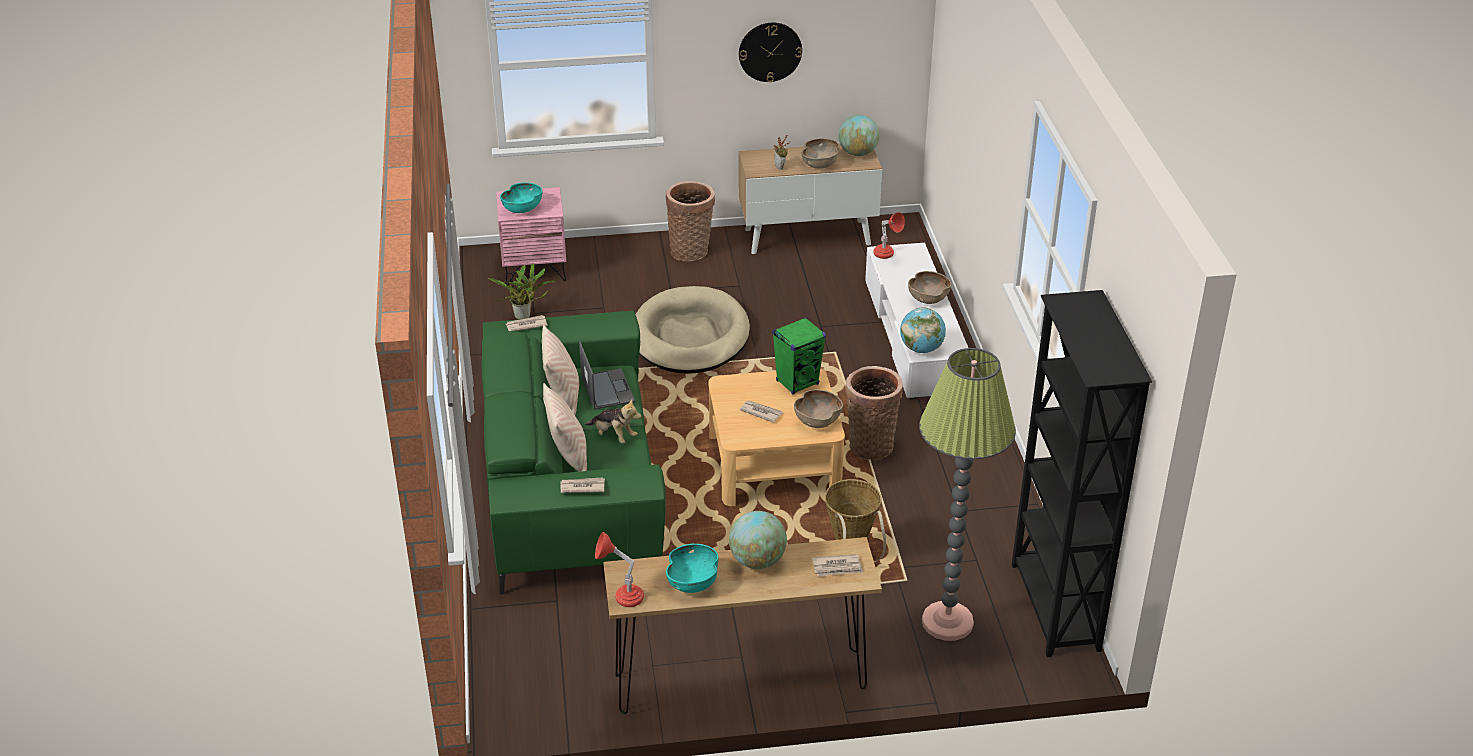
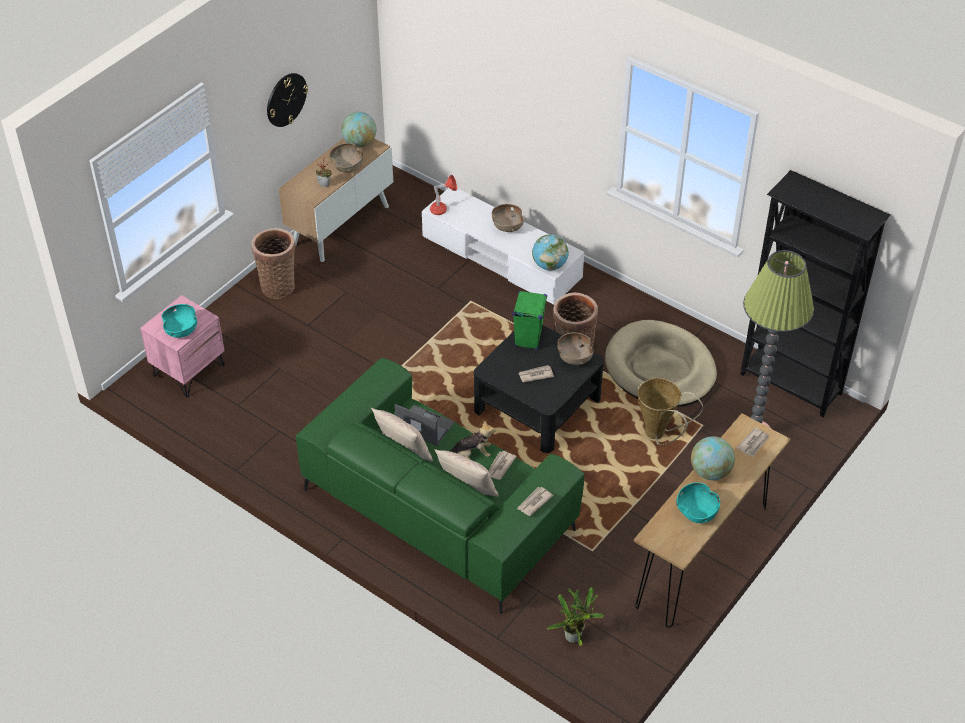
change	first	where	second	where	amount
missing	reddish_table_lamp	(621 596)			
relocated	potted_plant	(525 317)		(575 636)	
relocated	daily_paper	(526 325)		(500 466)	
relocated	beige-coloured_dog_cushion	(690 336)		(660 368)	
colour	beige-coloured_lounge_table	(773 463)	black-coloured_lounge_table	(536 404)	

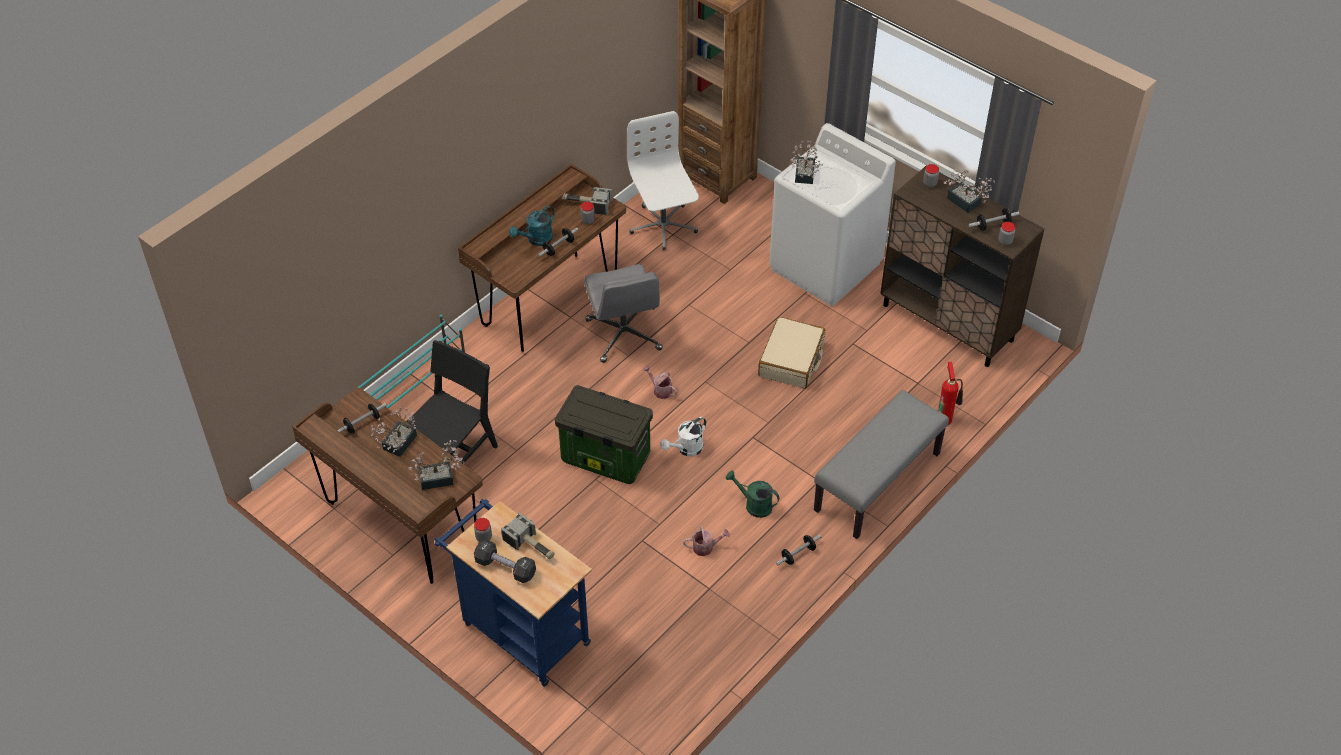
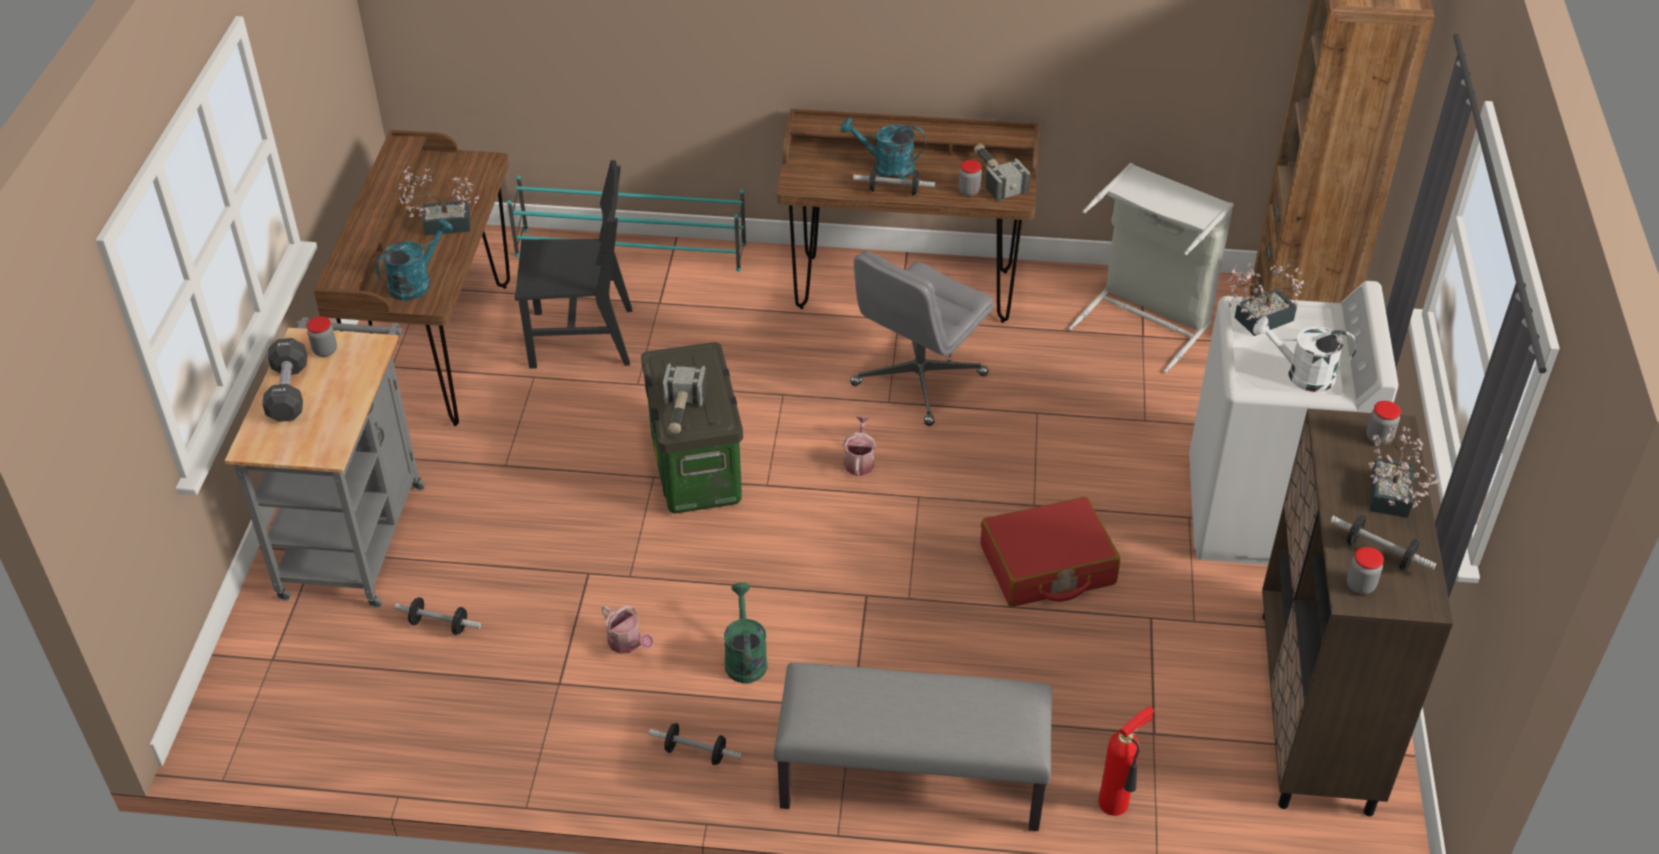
change	first	where	second	where	amount
relocated	hand_weight	(362 424)		(439 625)	
relocated	tool_hammer	(531 546)		(681 411)	
relocated	white_watering_can	(686 449)		(1301 375)	
exchanged	potted_plant	(441 479)	turquoise-coloured_watering_can	(416 282)	
exchanged	white_computer_chair	(663 226)	grey_hamper	(1146 320)	
colour	bluish_wheeled_cart	(520 630)	grey_wheeled_cart	(356 532)	
colour	beige-coloured_travel_case	(791 360)	reddish_travel_case	(1047 566)	

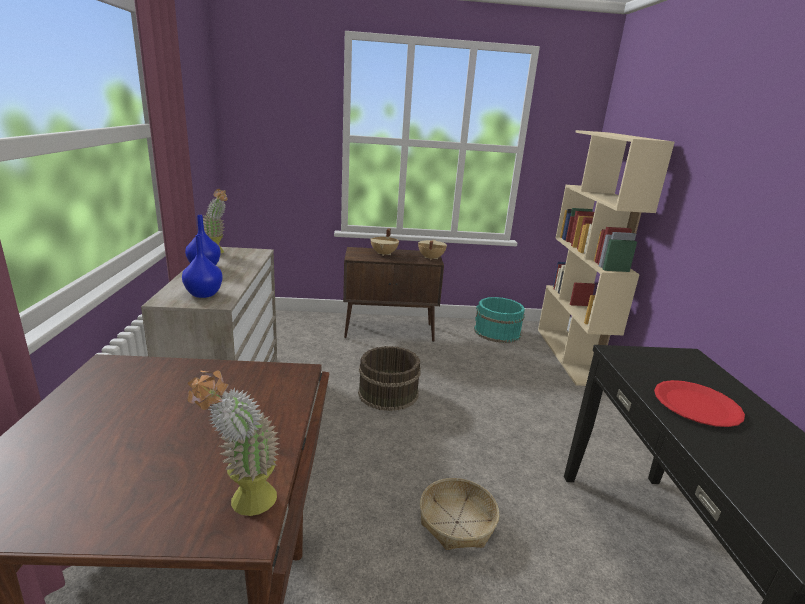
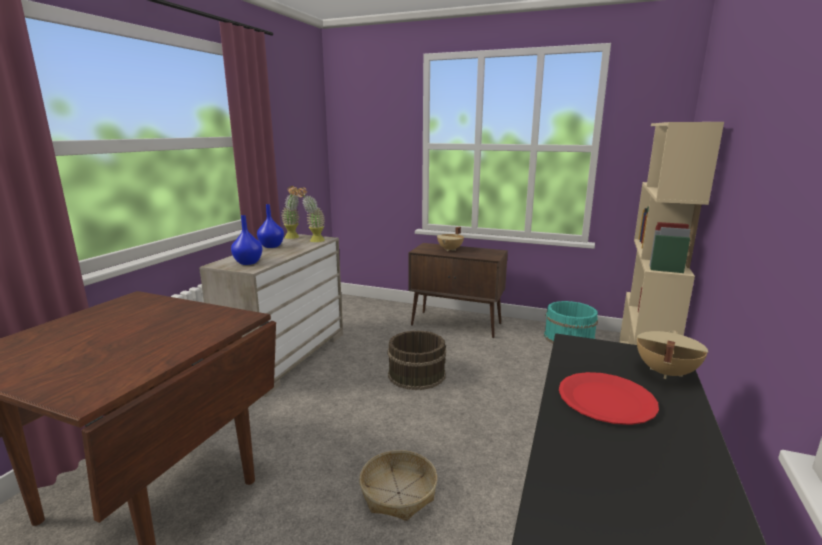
change	first	where	second	where	amount
relocated	potted_plant	(244 506)		(313 241)	
relocated	beige-coloured_stockpot	(430 258)		(664 372)	

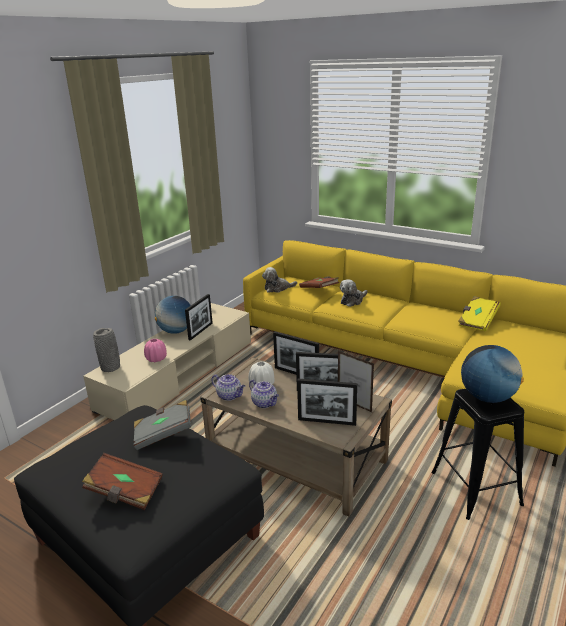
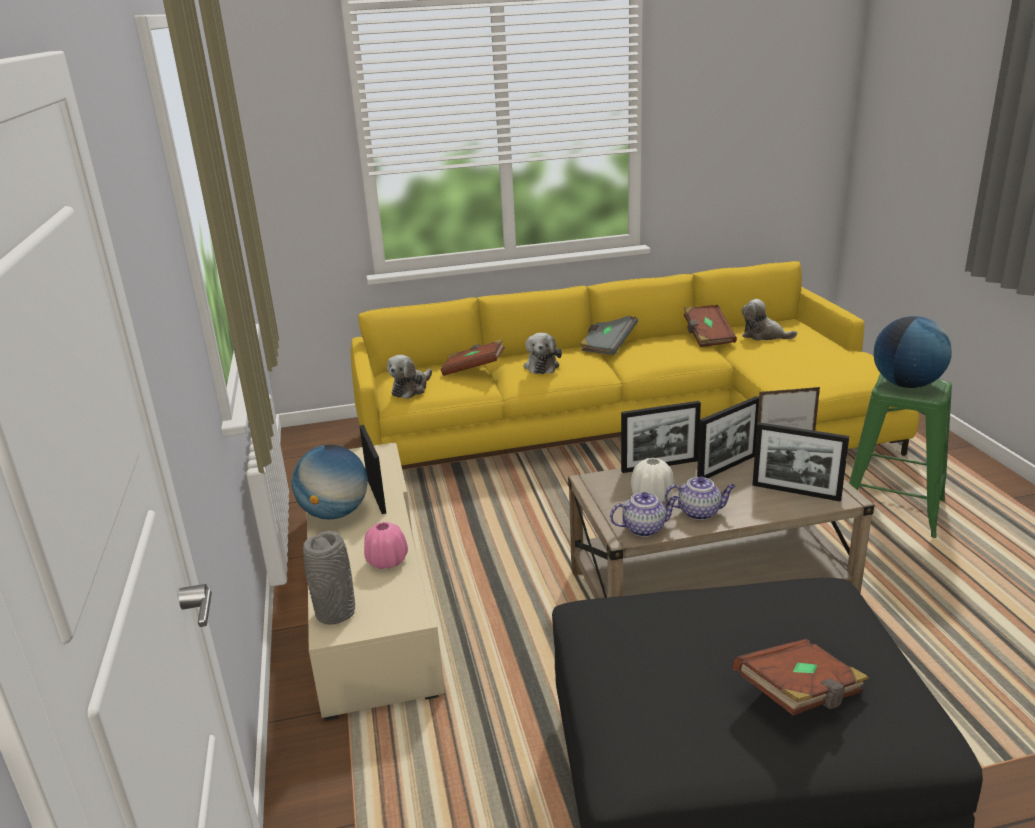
change	first	where	second	where	amount
appeared			soft_toy	(763 335)	
relocated	grey_volume	(163 434)		(608 345)	
colour	black-coloured_sitting_stool	(475 488)	greenish_sitting_stool	(893 509)	
colour	yellowish_volume	(477 321)	brown-coloured_volume	(707 337)	
spun	picture_frame	(327 421)		(796 492)	60 degrees clockwise

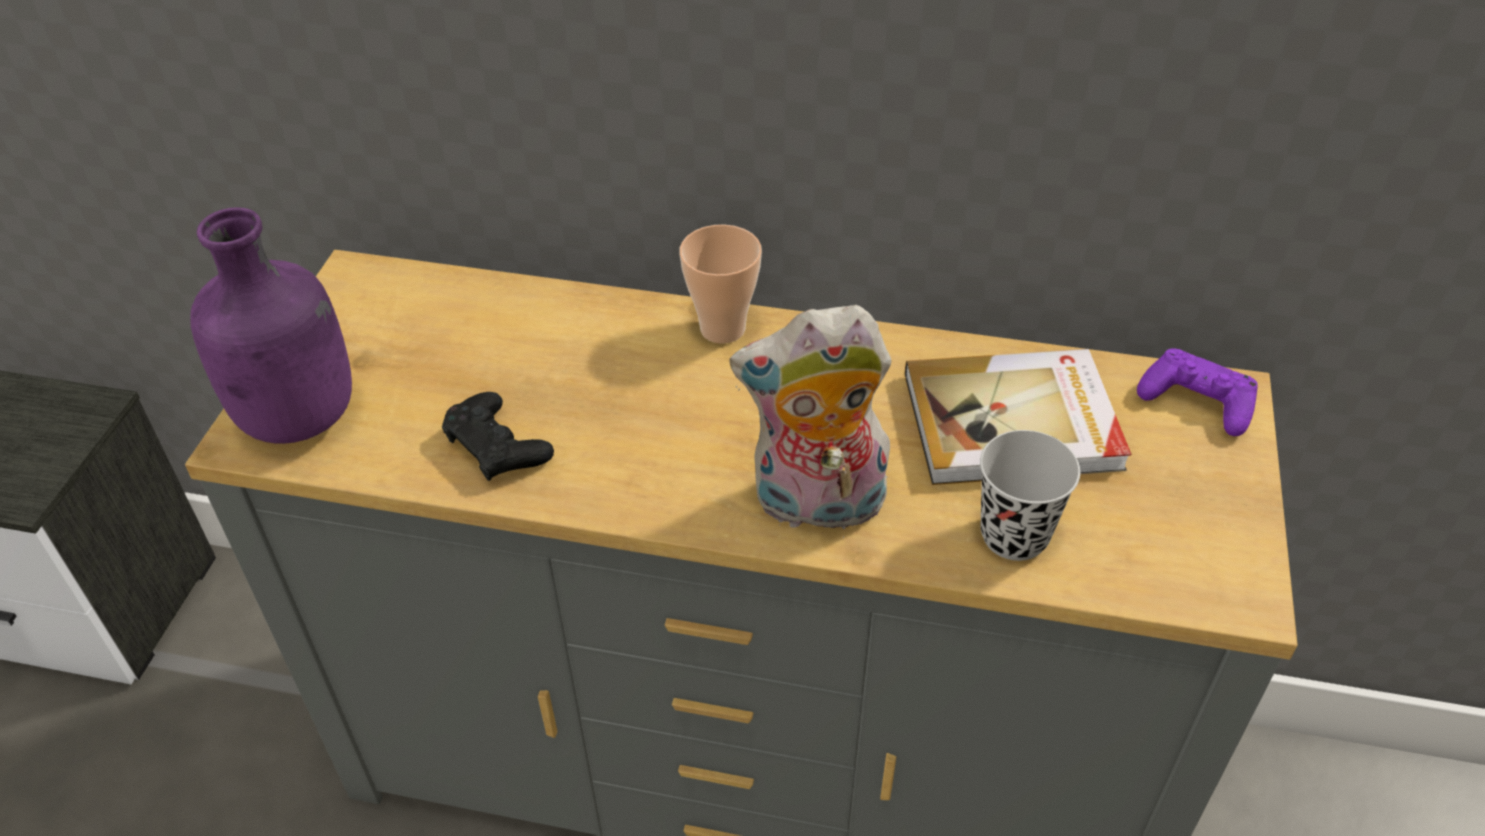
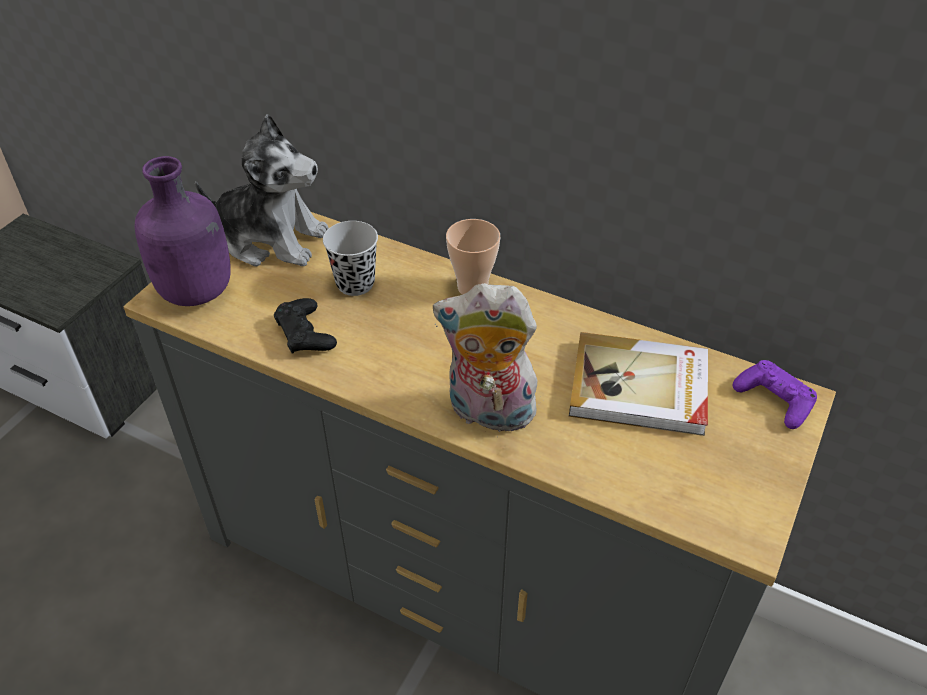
change	first	where	second	where	amount
appeared			soft_toy	(272 239)	
relocated	black-coloured_cup	(1014 535)		(355 283)	

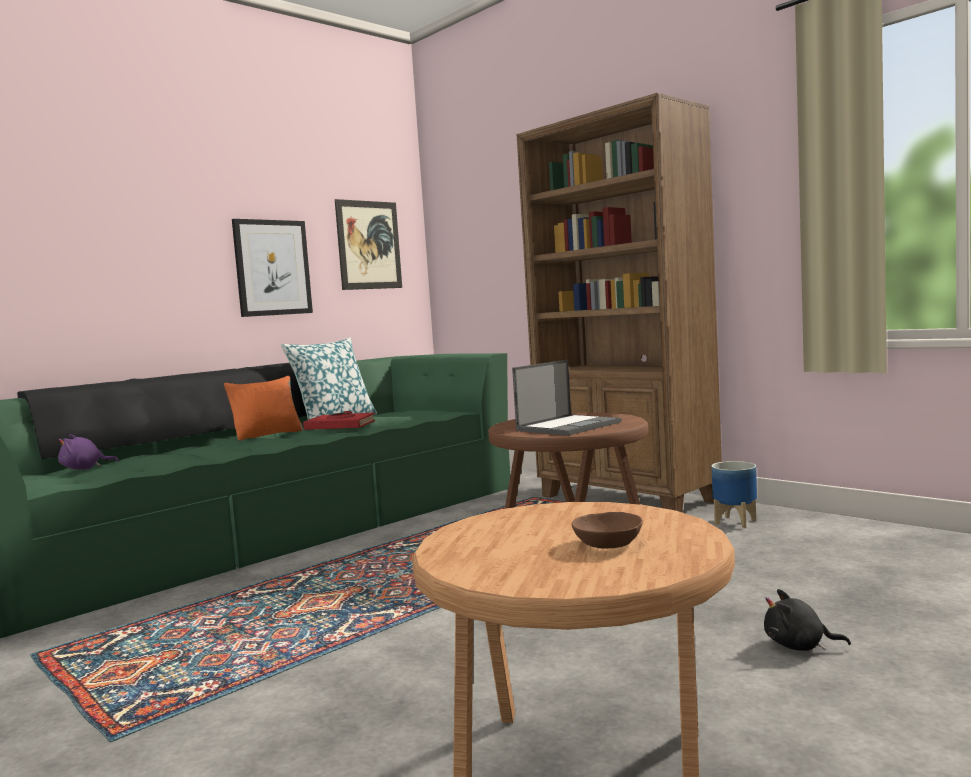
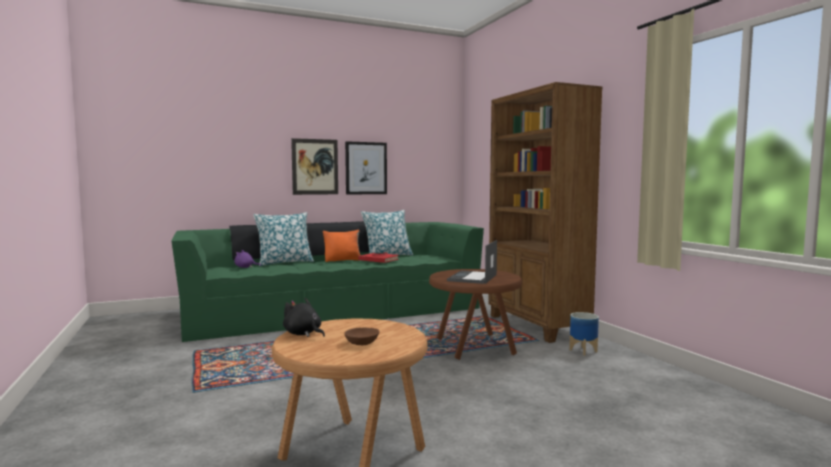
change	first	where	second	where	amount
appeared			cushion	(284 262)	
relocated	picture	(369 245)		(315 166)	
relocated	black-coloured_soft_toy	(799 646)		(303 334)	
spun	notebook_computer	(569 426)		(472 278)	135 degrees clockwise

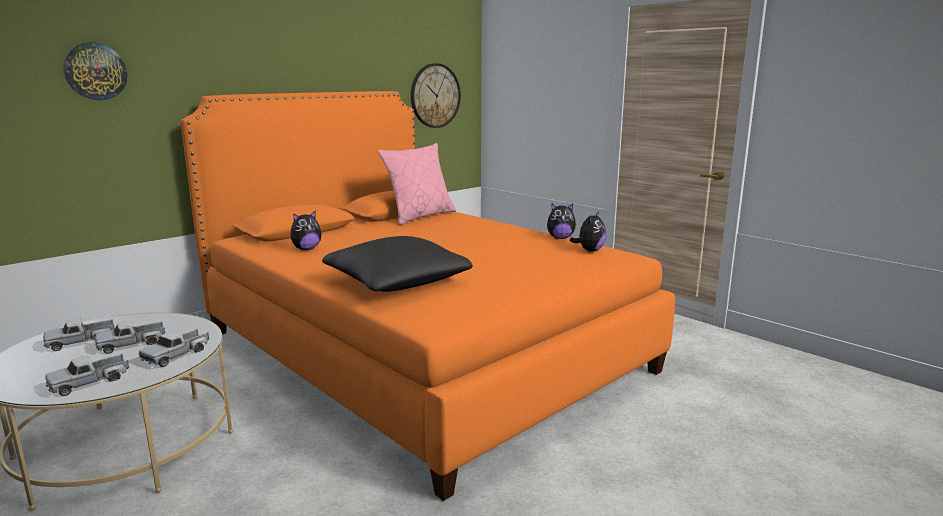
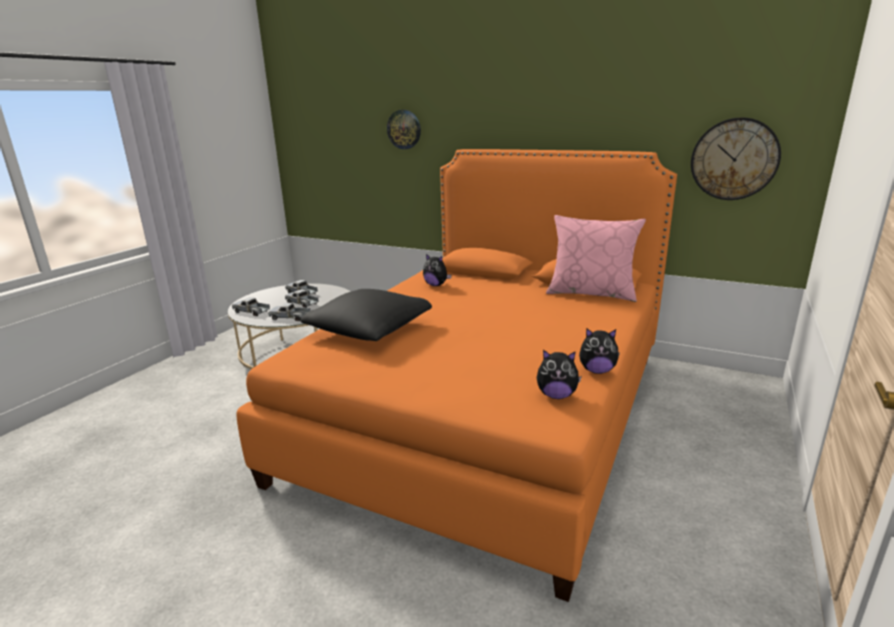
change	first	where	second	where	amount
spun	soft_toy	(560 238)		(597 371)	60 degrees counterclockwise

